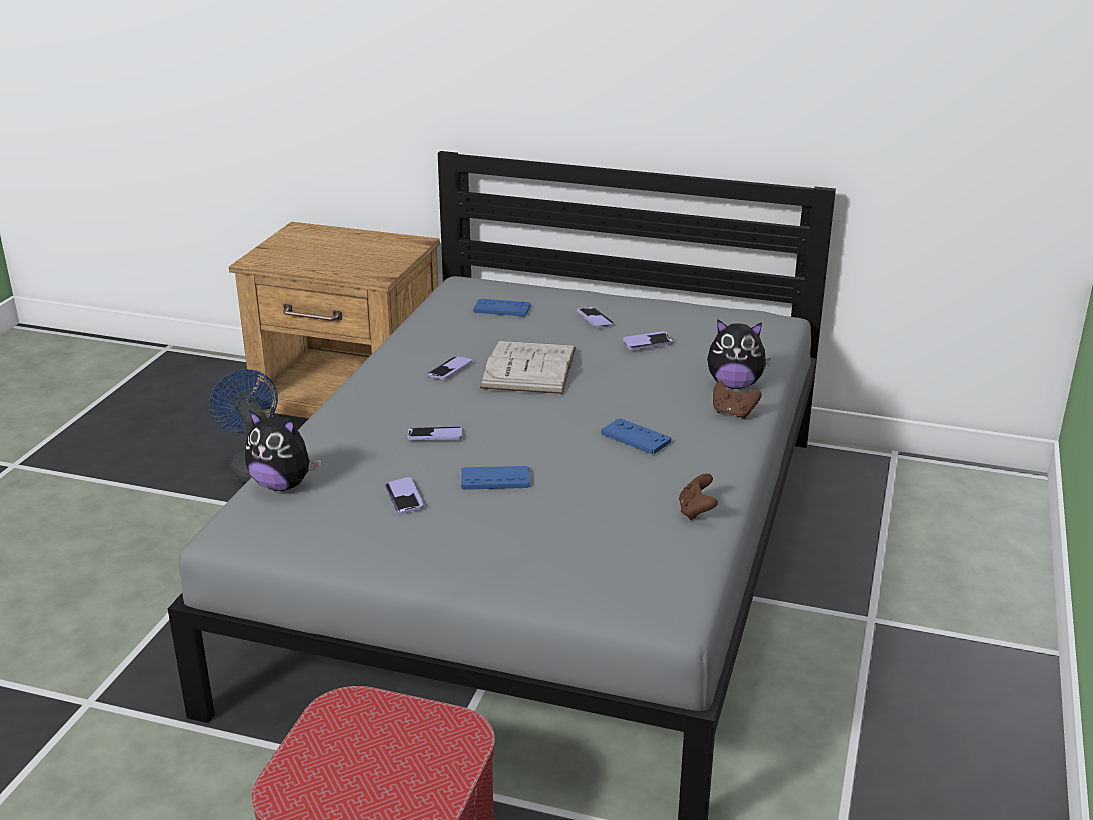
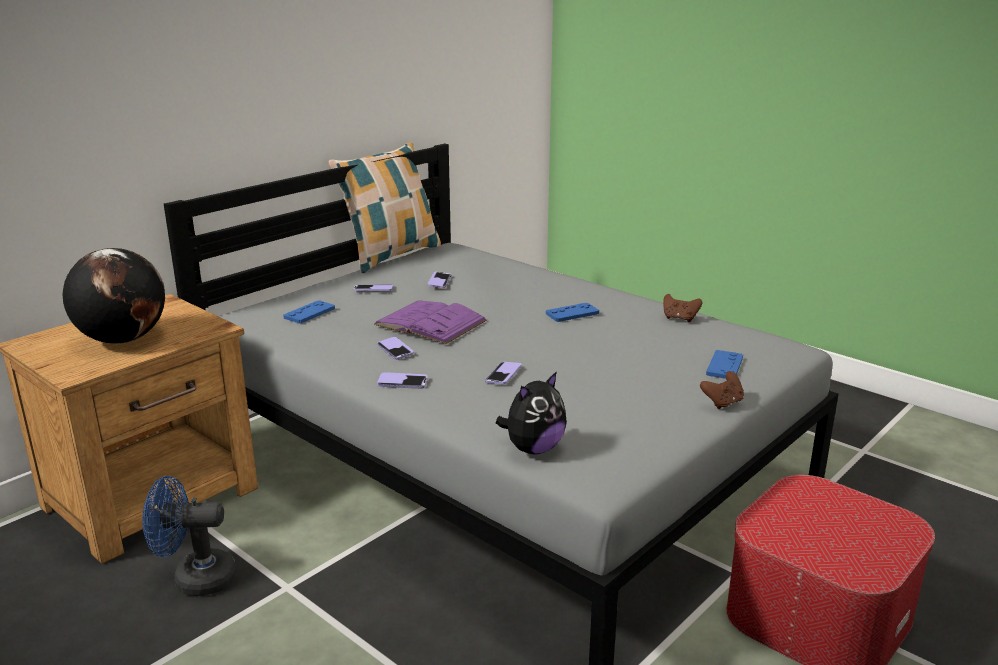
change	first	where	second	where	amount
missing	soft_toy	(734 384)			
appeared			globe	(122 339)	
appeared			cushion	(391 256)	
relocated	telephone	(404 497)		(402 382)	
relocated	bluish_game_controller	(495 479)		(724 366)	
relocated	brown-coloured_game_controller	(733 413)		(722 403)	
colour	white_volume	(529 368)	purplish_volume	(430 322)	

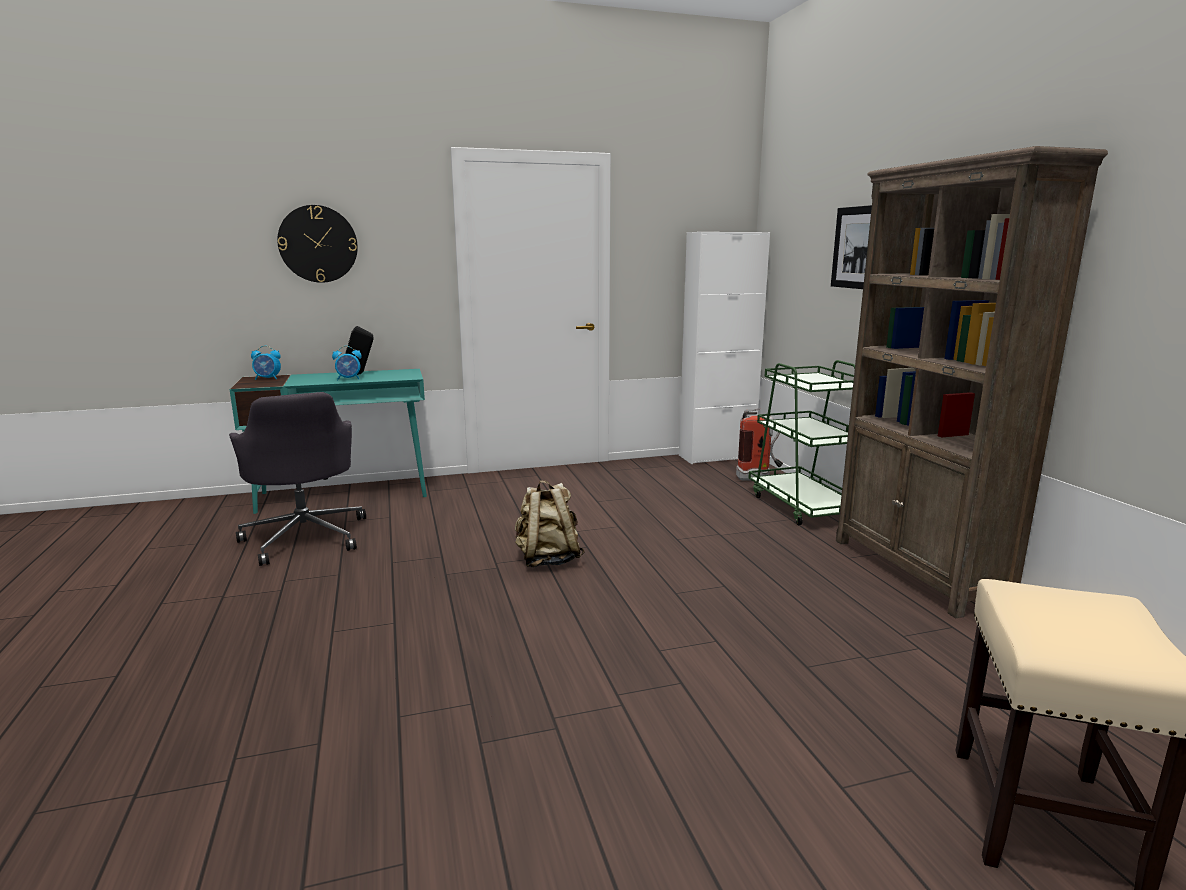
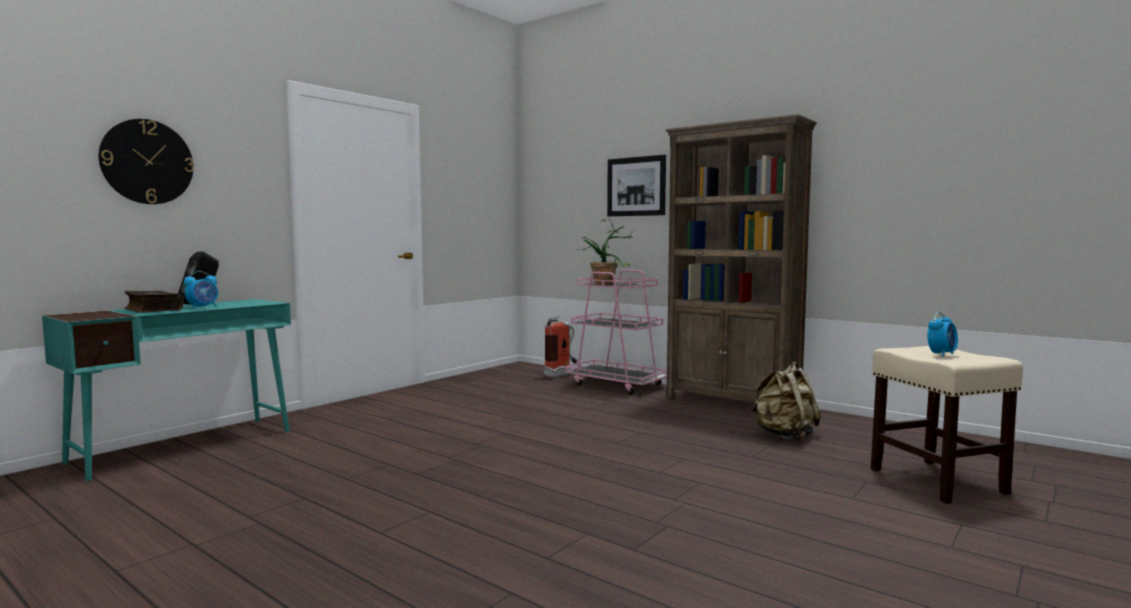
change	first	where	second	where	amount
missing	grey_computer_chair	(306 537)			
missing	white_cupboard	(716 456)			
appeared			volume	(152 310)	
appeared			potted_plant	(609 284)	
relocated	bedside_clock	(268 379)		(941 354)	
relocated	beige-coloured_rucksack	(547 559)		(784 436)	
colour	greenish_wheeled_cart	(804 506)	pinkish_wheeled_cart	(616 384)	

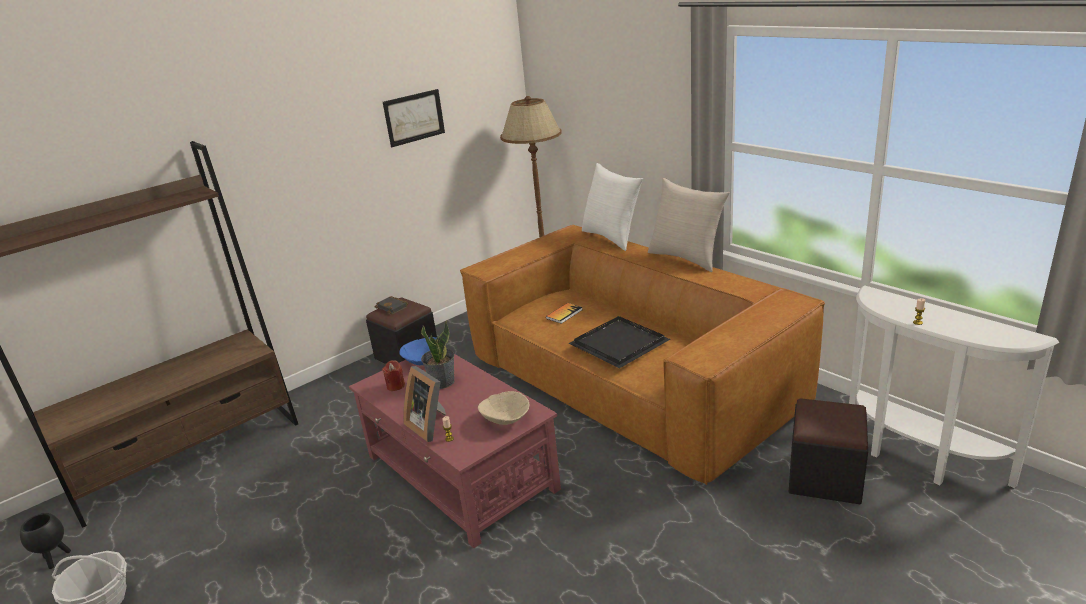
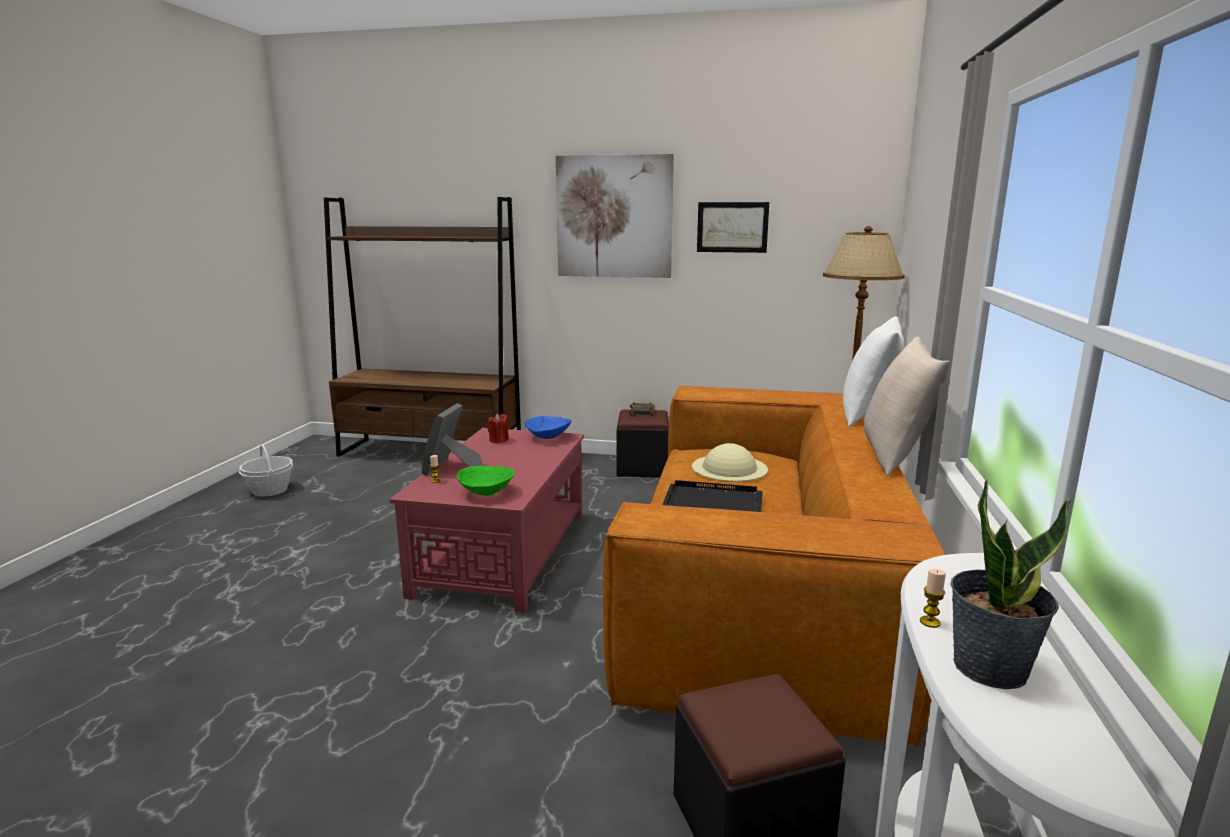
change	first	where	second	where	amount
missing	black-coloured_planter	(56 559)			
appeared			picture	(614 217)	
relocated	potted_plant	(442 382)		(989 667)	
exchanged	volume	(564 314)	beige-coloured_clothing_hat	(729 468)	
colour	beige-coloured_bowl	(505 420)	greenish_bowl	(486 492)	

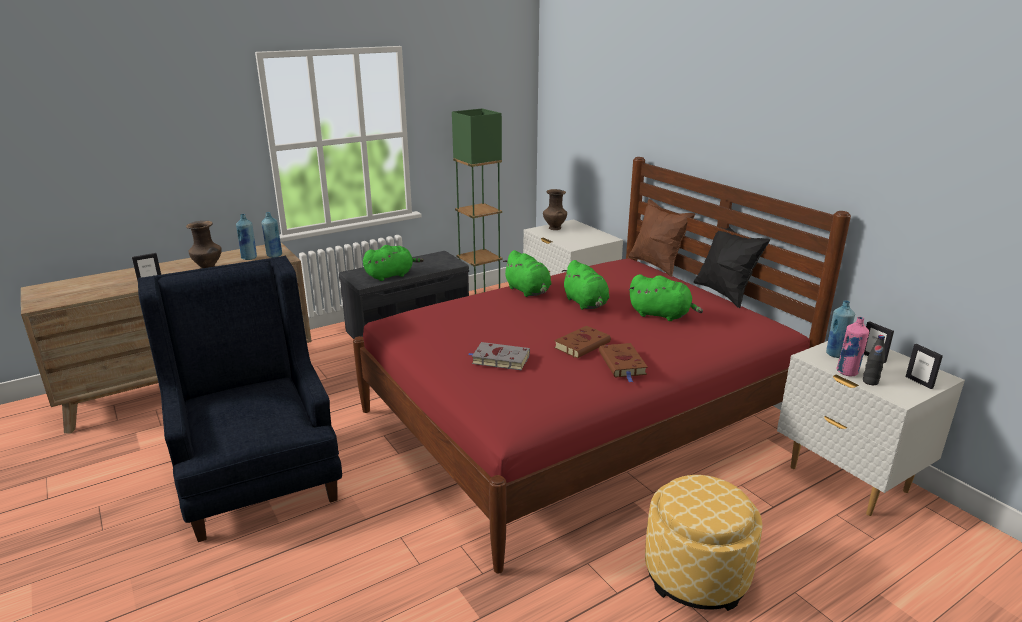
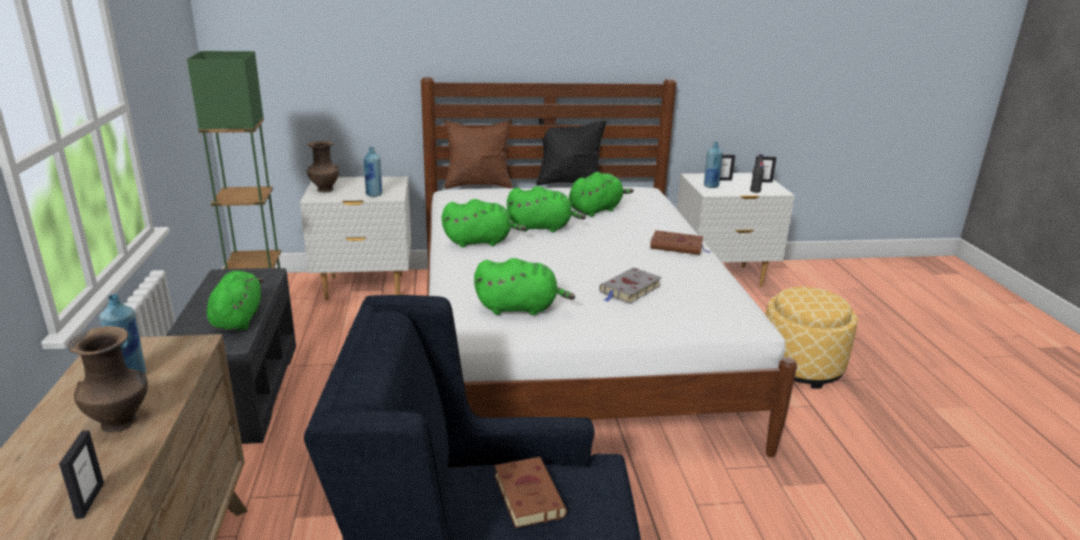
change	first	where	second	where	amount
missing	pinkish_drink_bottle	(847 372)			
appeared			greenish_soft_toy	(520 308)	
relocated	bluish_drink_bottle	(274 255)		(374 194)	
relocated	brown-coloured_volume	(583 345)		(527 494)	
colour	reddish_bed	(578 420)	white_bed	(568 346)	

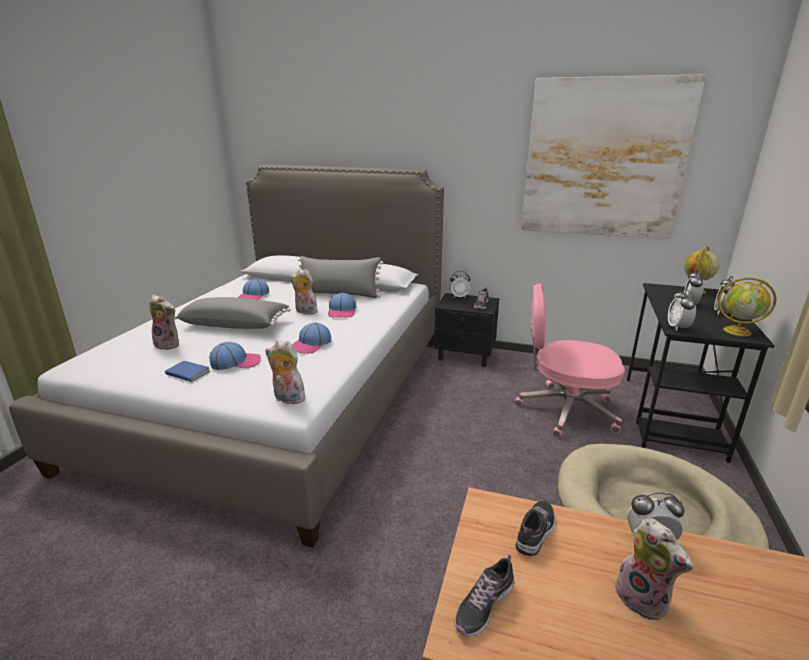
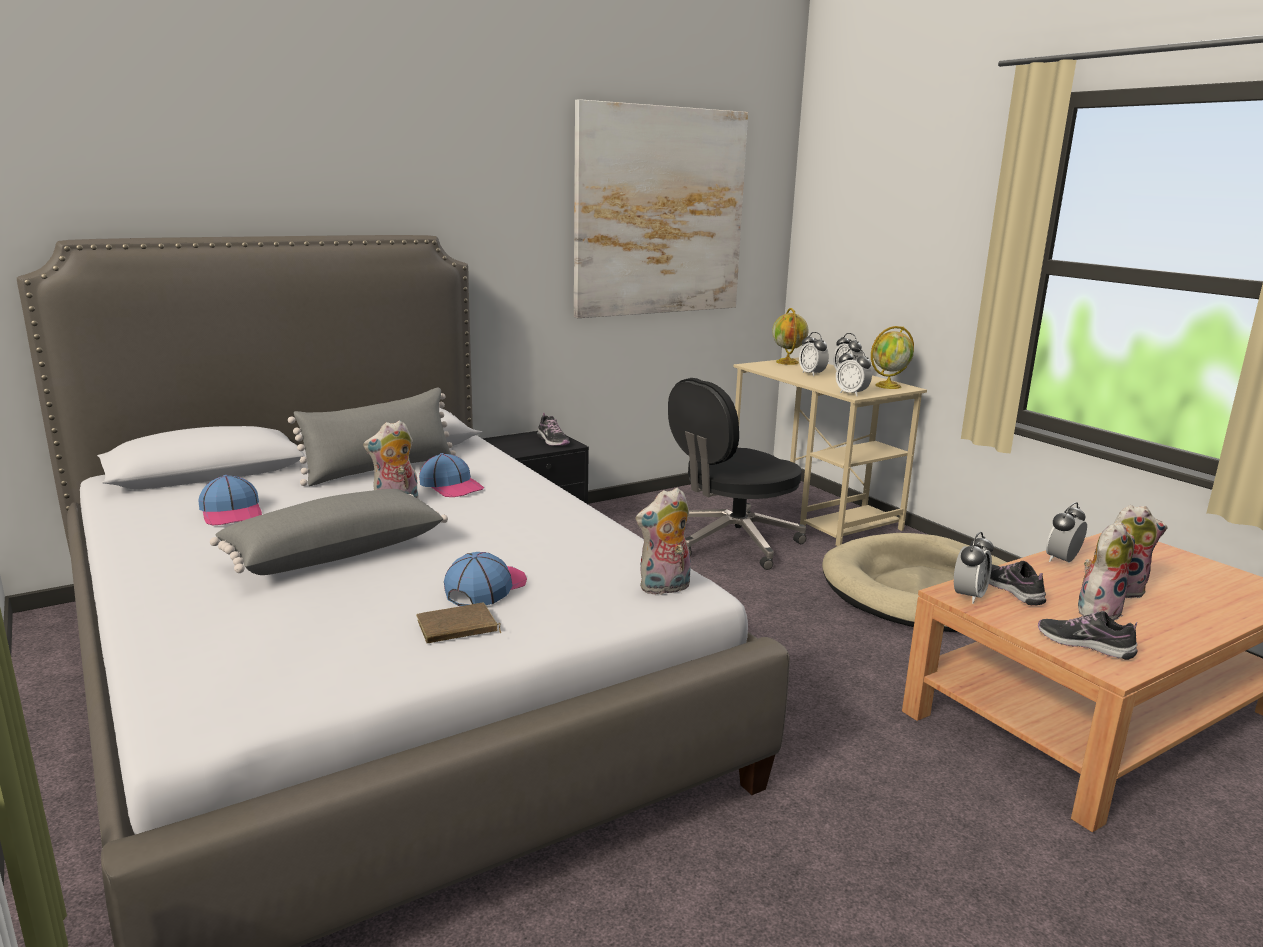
change	first	where	second	where	amount
missing	cap	(311 344)			
relocated	soft_toy	(169 344)		(1097 611)	
relocated	bedside_clock	(459 296)		(968 596)	
colour	bluish_volume	(186 374)	brown-coloured_volume	(457 629)	
colour	pinkish_computer_chair	(565 410)	black-coloured_computer_chair	(732 543)	
colour	black-coloured_desk_unit	(671 416)	beige-coloured_desk_unit	(813 512)	
spun	item_of_footwear	(484 605)		(1085 645)	135 degrees clockwise

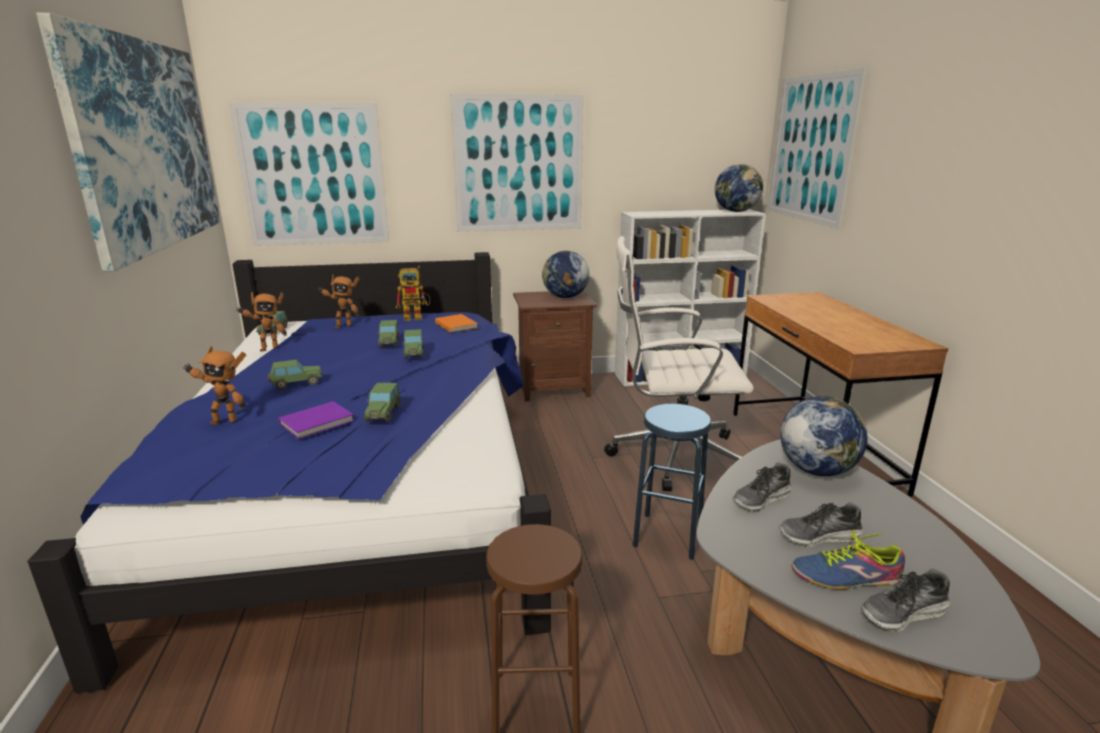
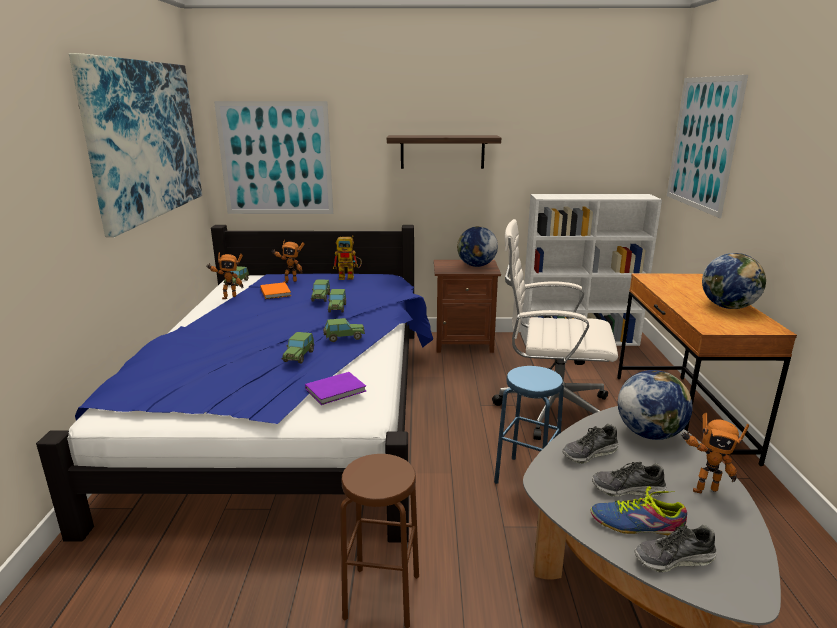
change	first	where	second	where	amount
relocated	robot_figure	(224 421)		(703 488)	
relocated	model_car	(296 383)		(344 337)	
relocated	purplish_volume	(319 422)		(337 390)	
relocated	orange-coloured_volume	(456 325)		(276 292)	
relocated	globe	(736 211)		(728 307)	
exchanged	picture	(519 164)	shelf	(442 152)	

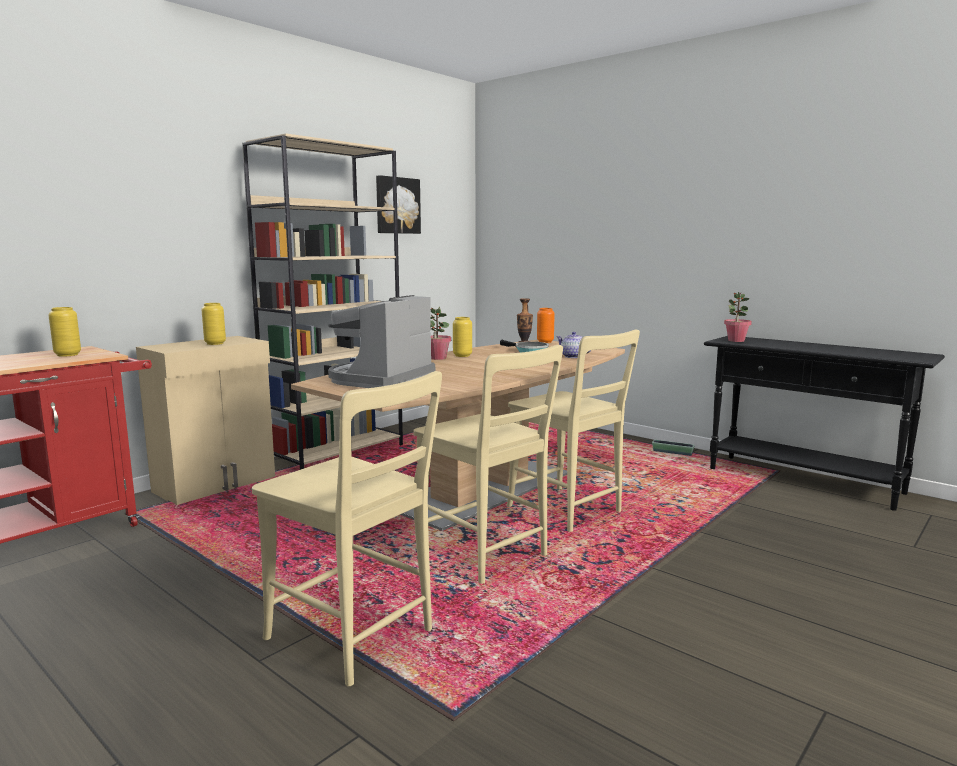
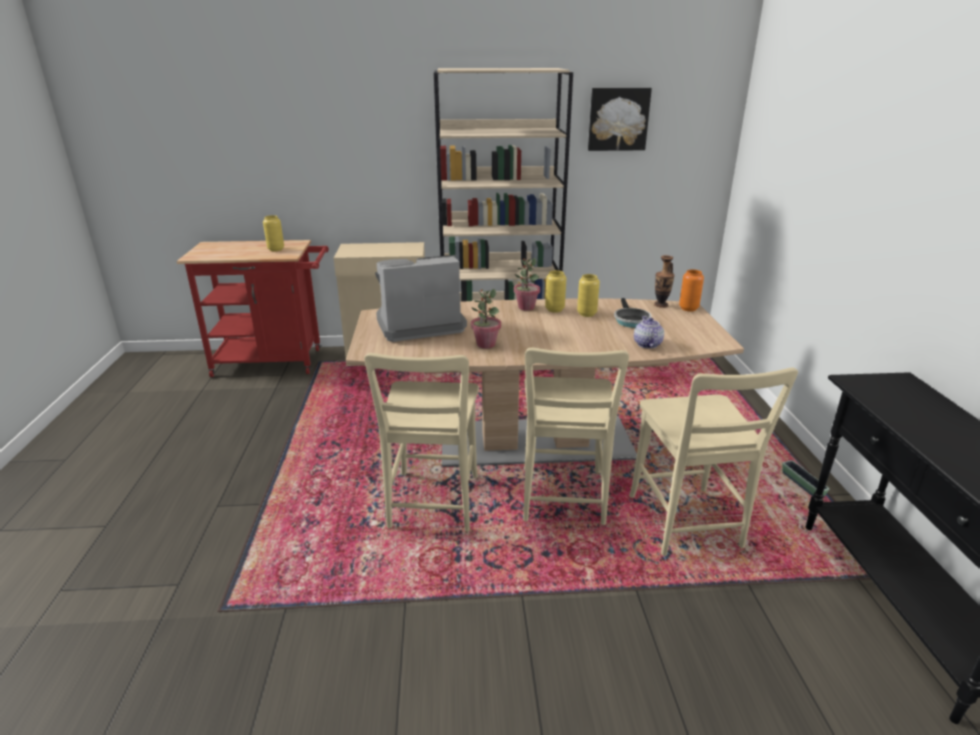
change	first	where	second	where	amount
relocated	yellowish_decorative_vase	(215 343)		(586 314)	
relocated	beige-coloured_upright_chair	(355 638)		(686 525)	
relocated	potted_plant	(736 340)		(485 344)	

